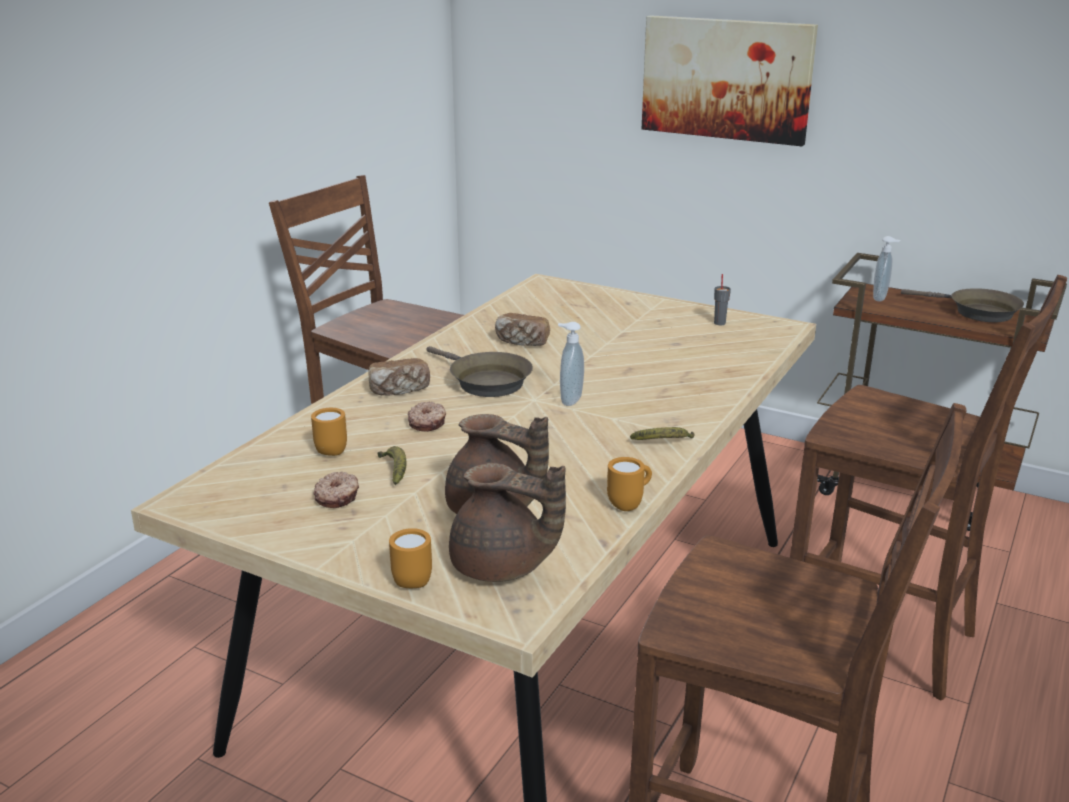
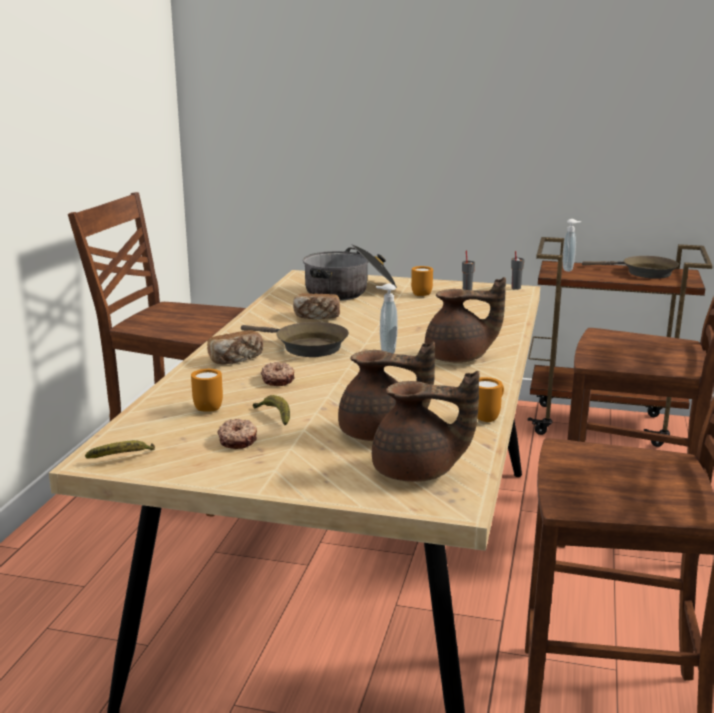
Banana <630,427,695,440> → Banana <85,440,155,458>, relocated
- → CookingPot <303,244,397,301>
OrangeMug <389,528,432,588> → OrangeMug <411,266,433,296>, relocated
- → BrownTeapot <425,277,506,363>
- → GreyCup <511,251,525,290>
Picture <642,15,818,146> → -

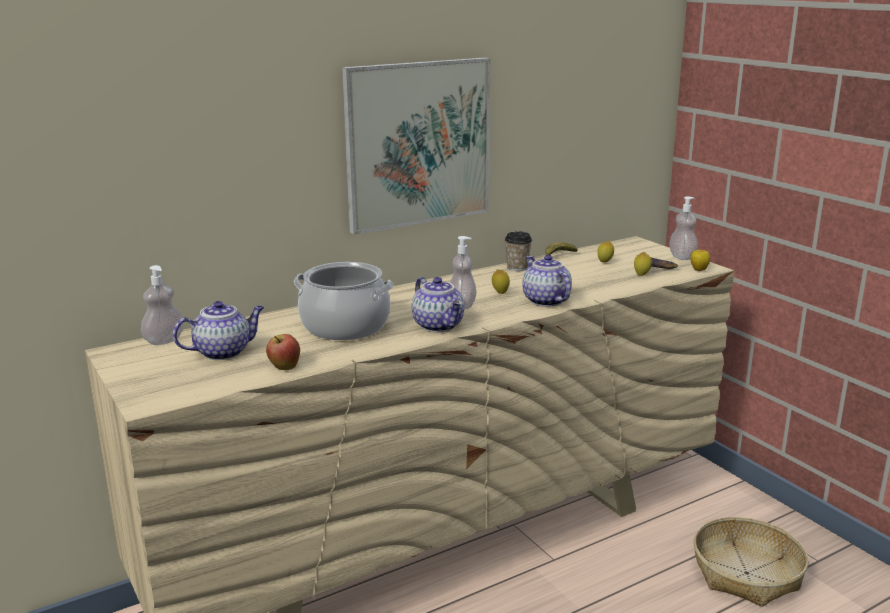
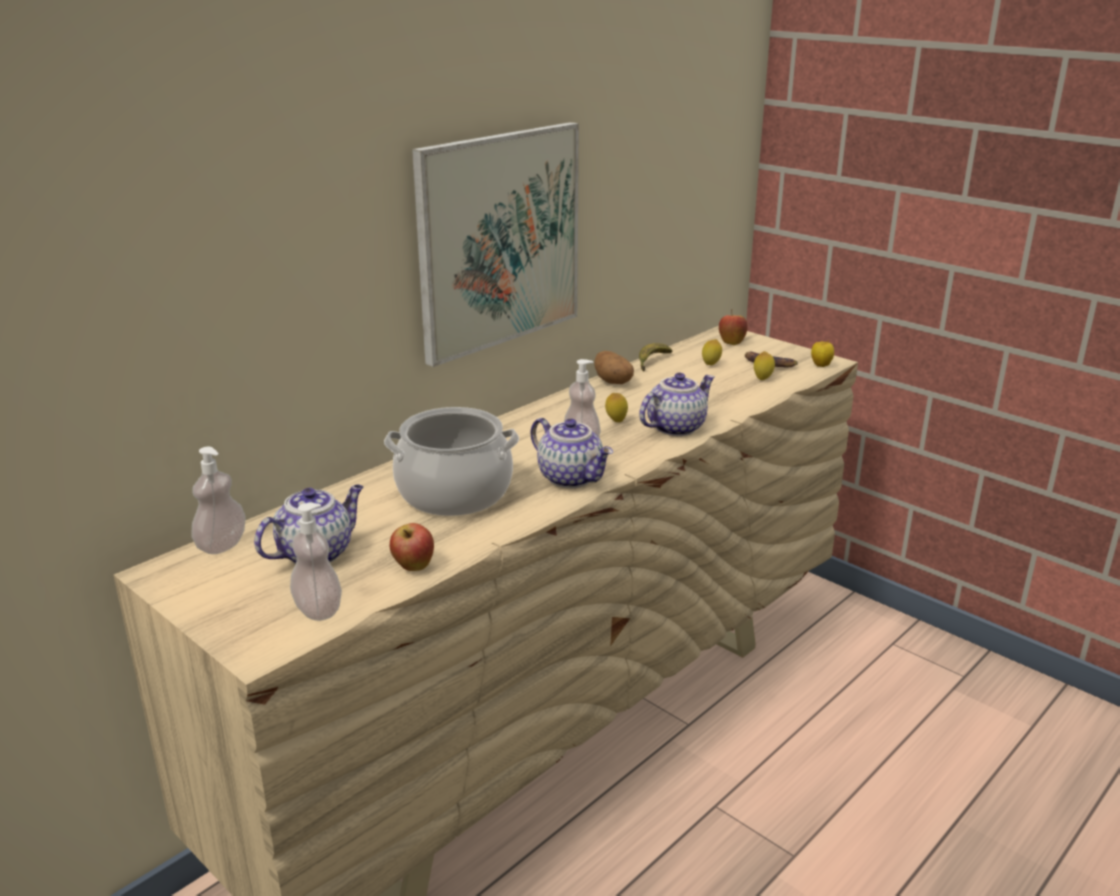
SoapDispenser <669,197,698,260> → SoapDispenser <290,503,342,621>, relocated
Cup <505,231,532,271> → Potato <594,351,634,384>
Teapot <522,255,572,307> → Teapot <639,373,715,436>, 90 degrees clockwise
- → Apple <719,309,748,345>
Basket <694,517,809,607> → -

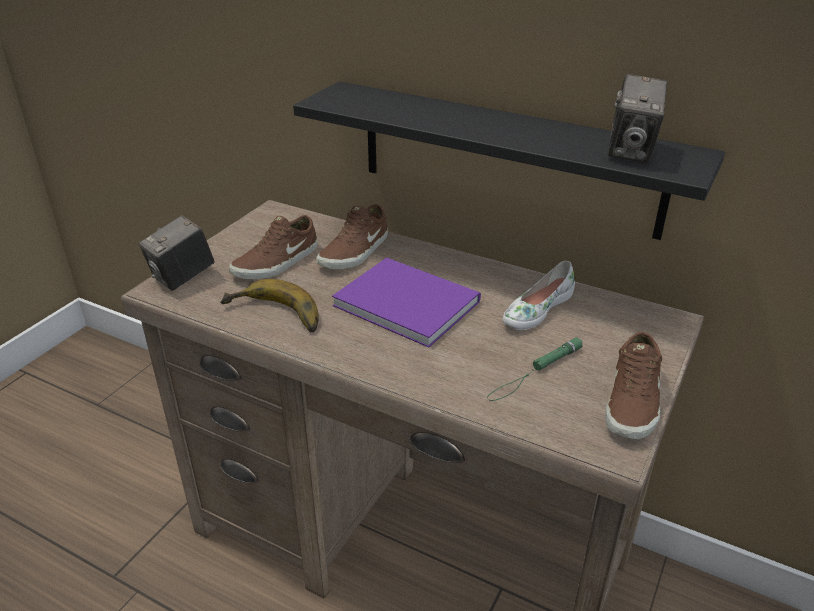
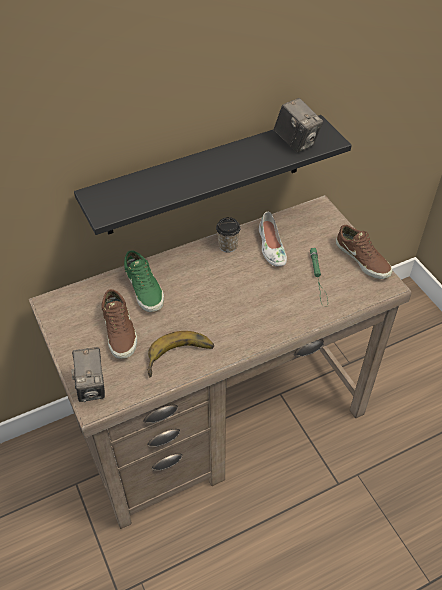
BrownShoe <316,204,388,269> → GreenShoe <124,250,164,312>
- → Cup <216,217,241,253>
PurpleBook <332,258,481,347> → -

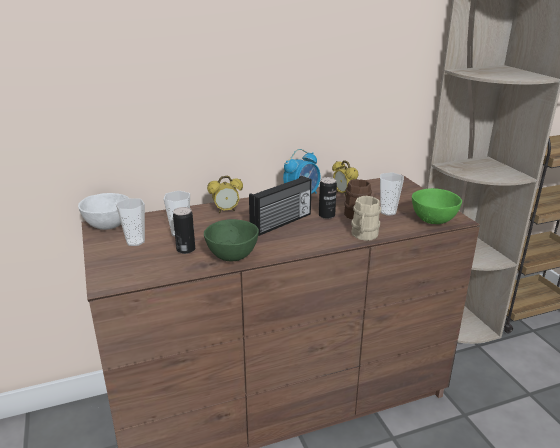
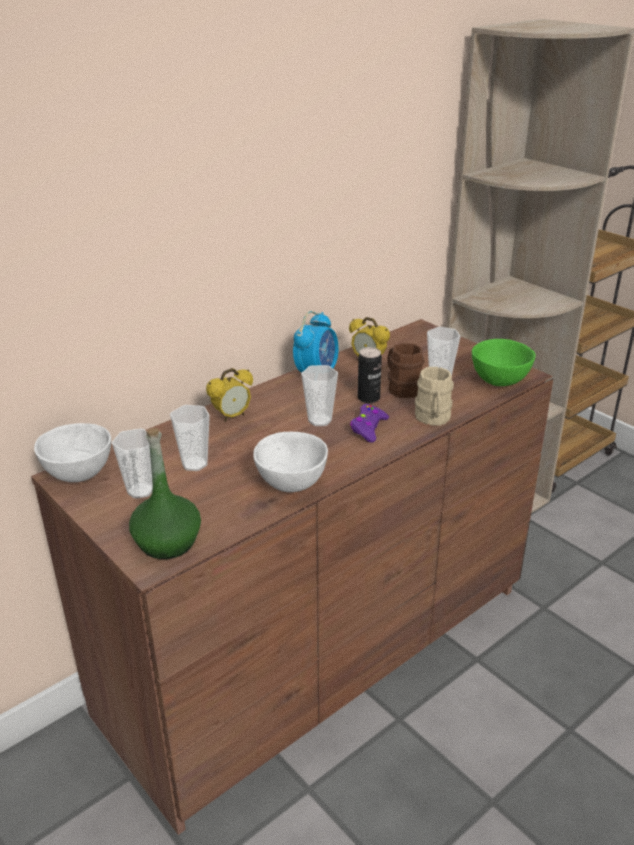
- → GreenBottle <129,428,201,559>
GreenBowl <204,219,259,261> → WhiteBowl <253,432,328,492>
Radio <249,176,312,236> → Cup <301,365,338,426>
- → PurpleGameController <350,404,389,443>
Can <173,207,195,254> → -

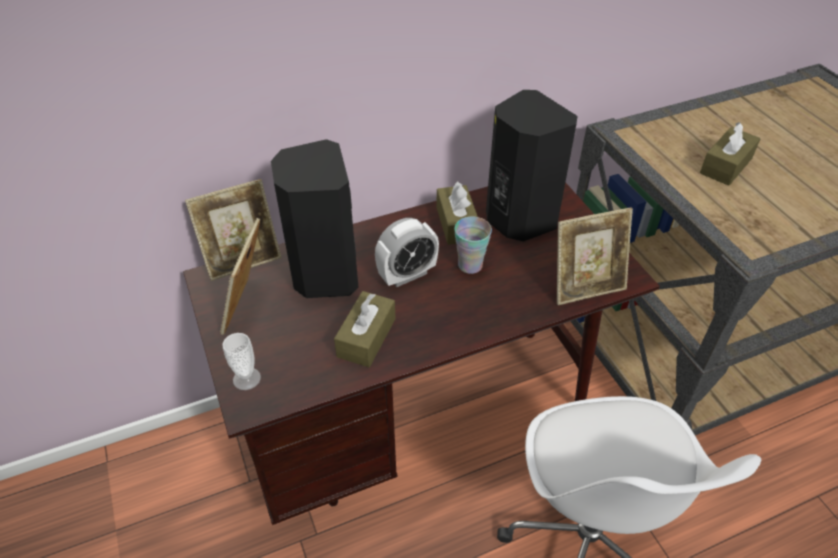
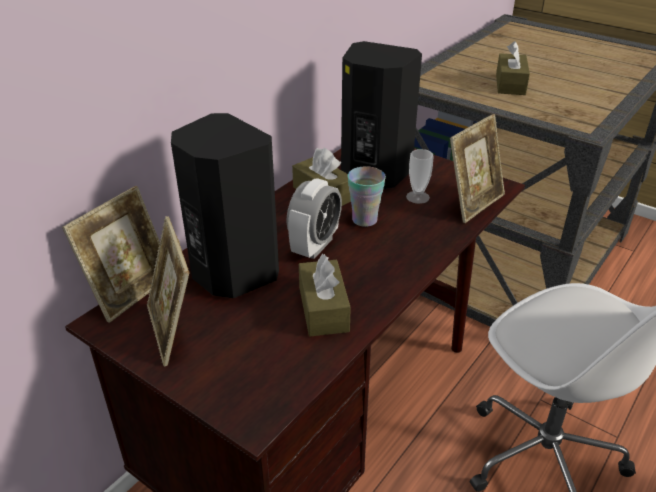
Cup <222,333,261,390> → Cup <406,149,433,204>, relocated

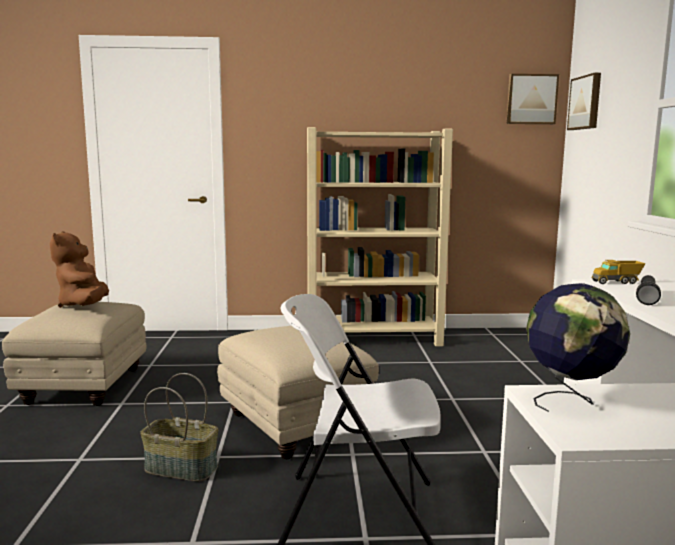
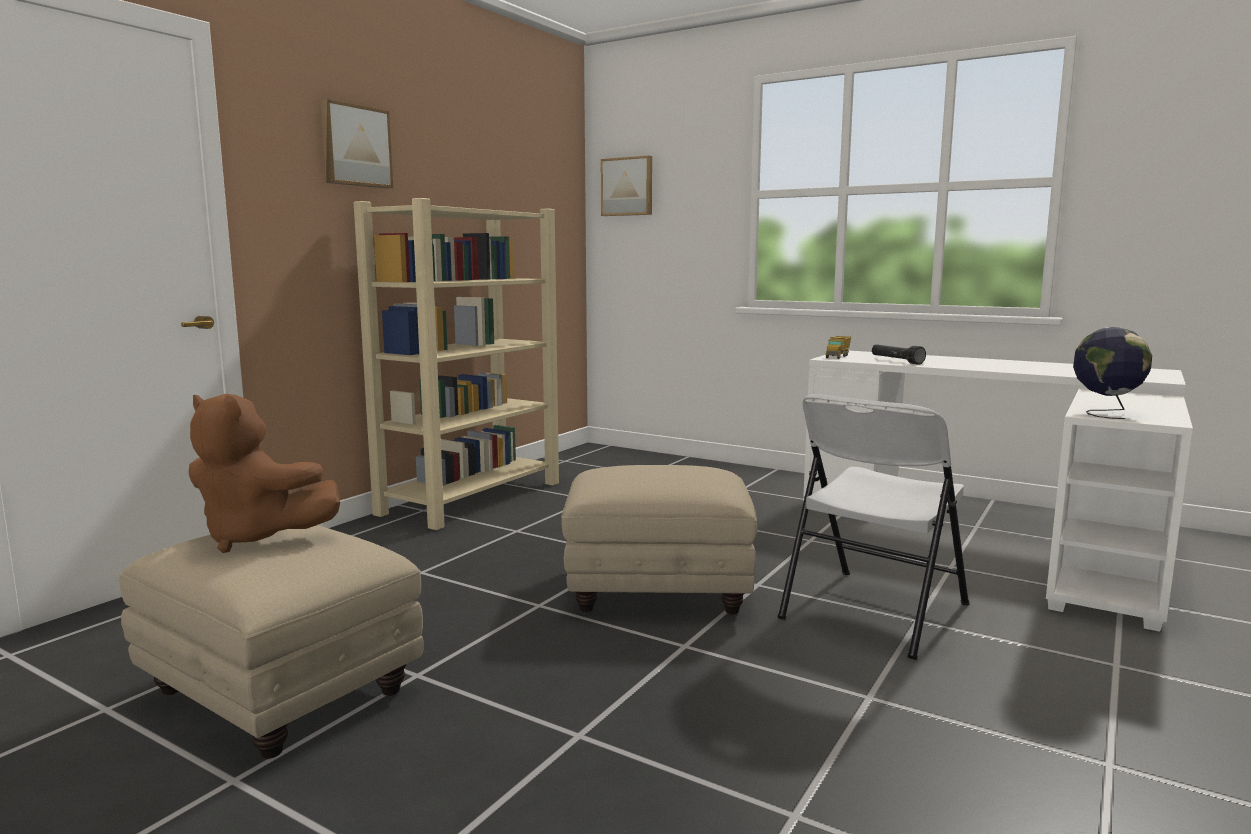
Picture <507,74,559,124> → Picture <321,99,393,188>, relocated
Basket <140,373,218,481> → -

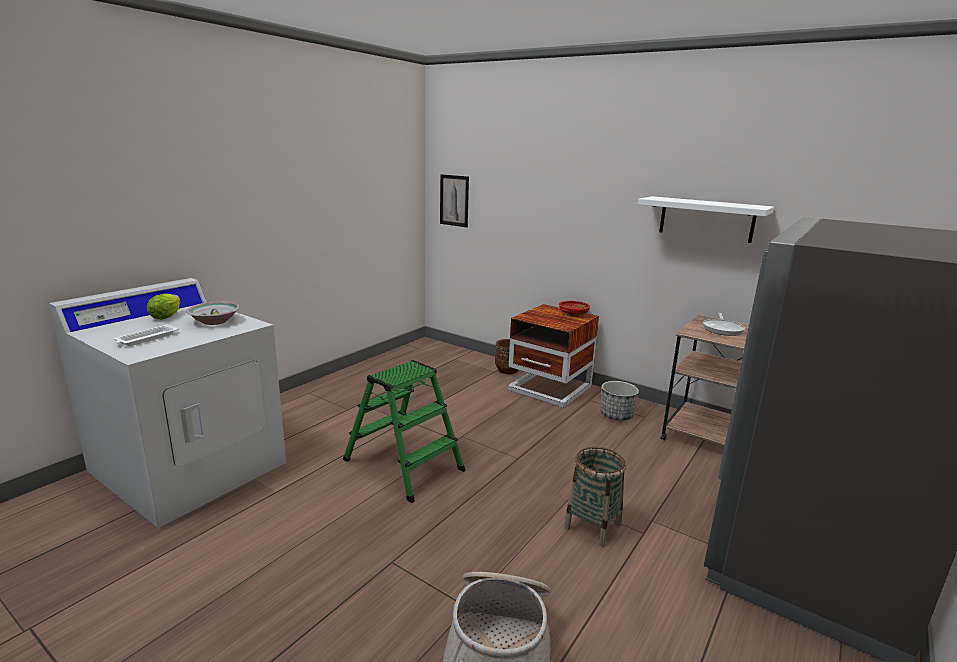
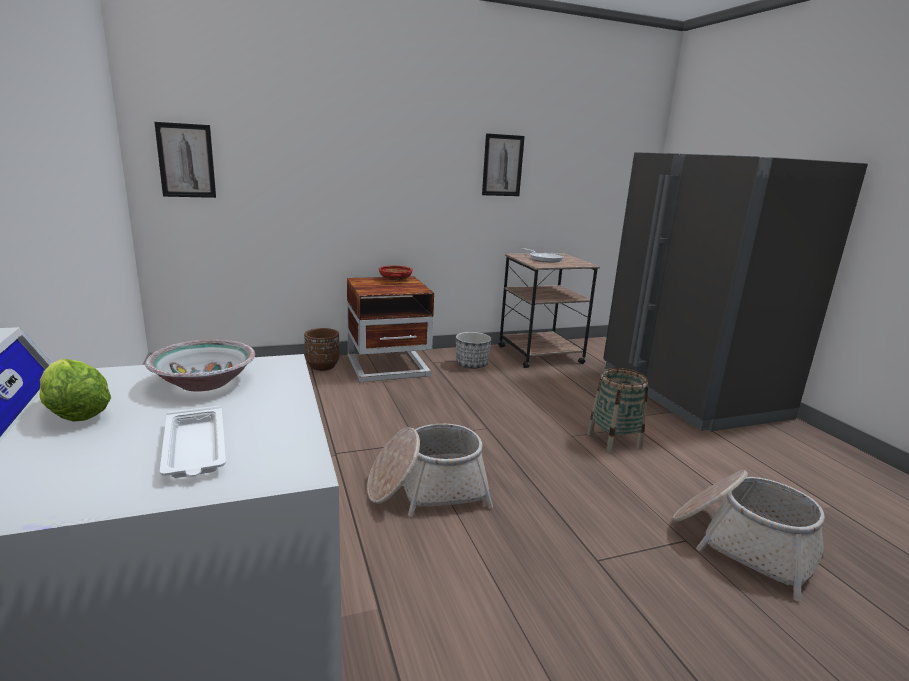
GreenStepLadder <343,360,466,503> → Basket <367,424,493,517>
WhiteShelf <638,196,774,243> → Picture <482,133,525,196>

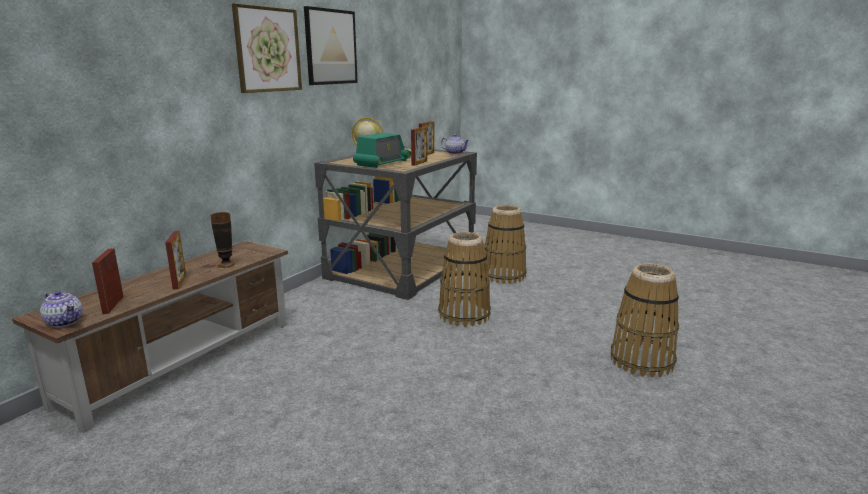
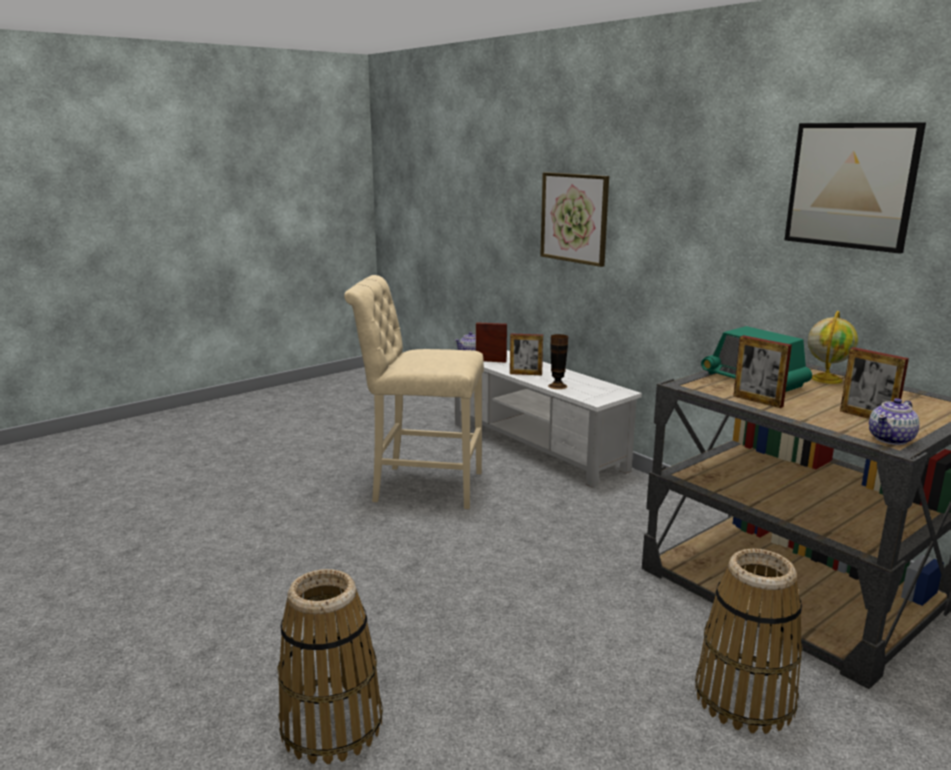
- → BeigeStool <344,275,484,509>
BrownTvStand <12,241,288,433> → WhiteTvStand <455,350,642,487>
Picture <232,3,302,93> → Picture <540,172,609,267>, relocated
Basket <438,232,491,327> → -

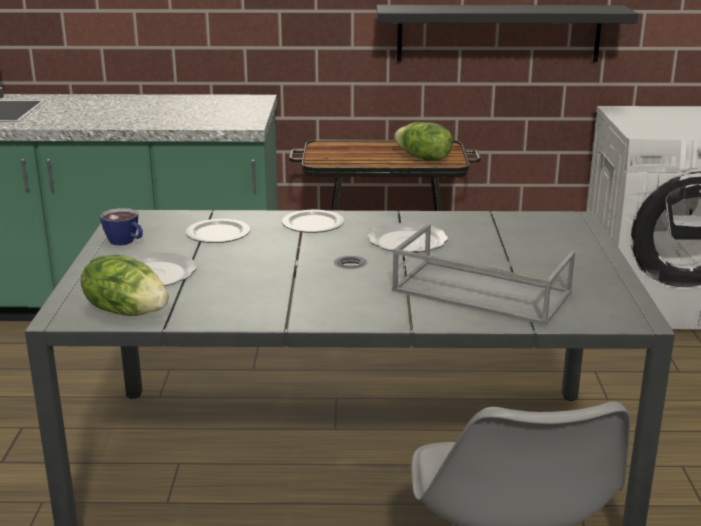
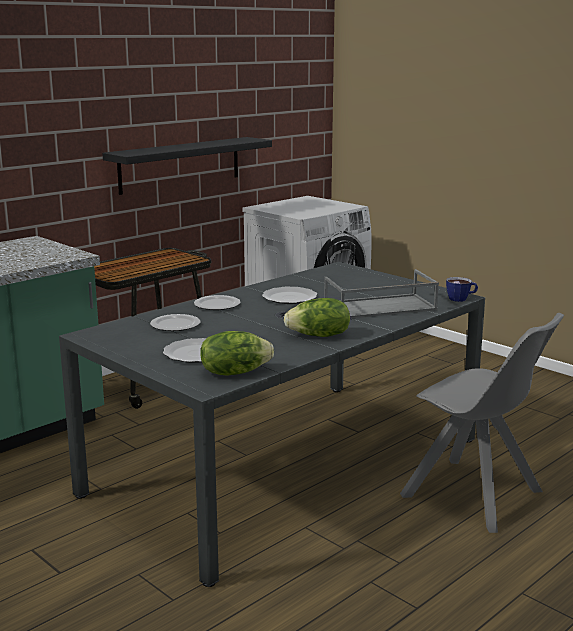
Lettuce <394,122,453,160> → Lettuce <284,298,350,337>, relocated
Cup <100,208,143,245> → Cup <446,277,478,302>, relocated

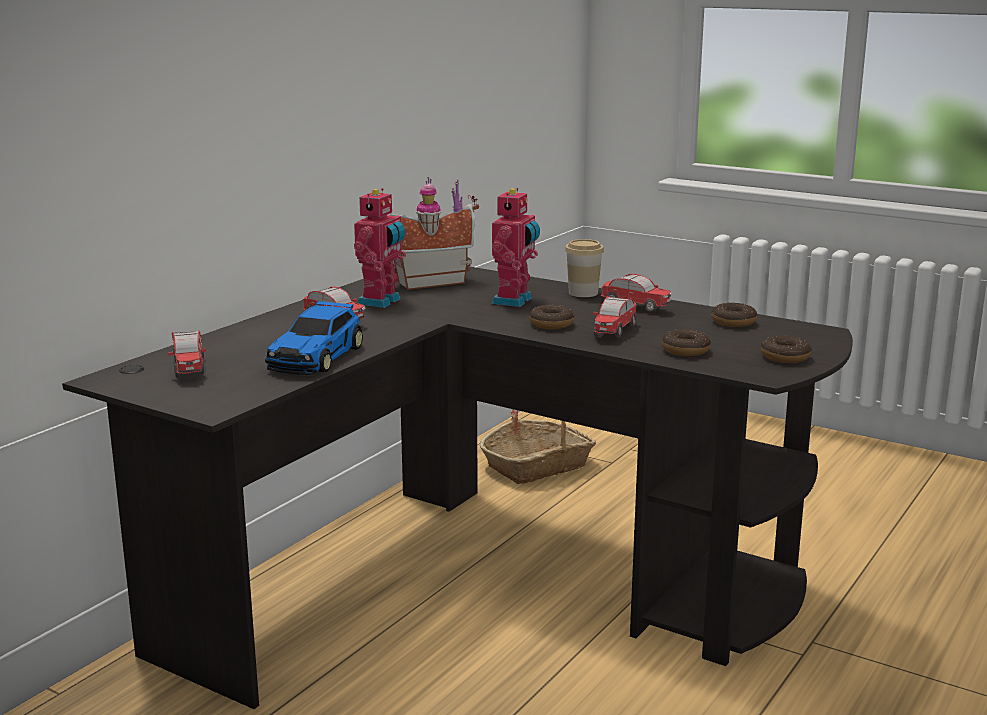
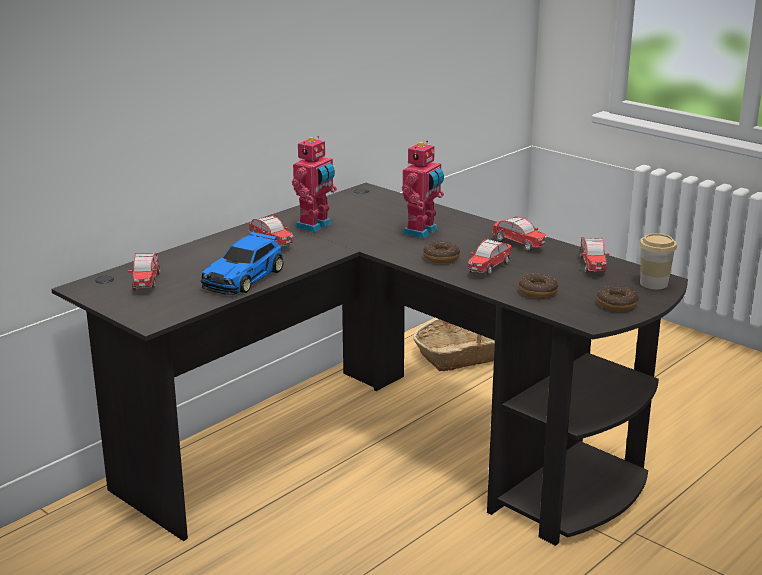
Donut <711,303,757,327> → ToyCar <580,237,609,273>
Cup <565,239,604,297> → Cup <639,234,677,289>, relocated
ToyHouse <388,177,479,290> → -

